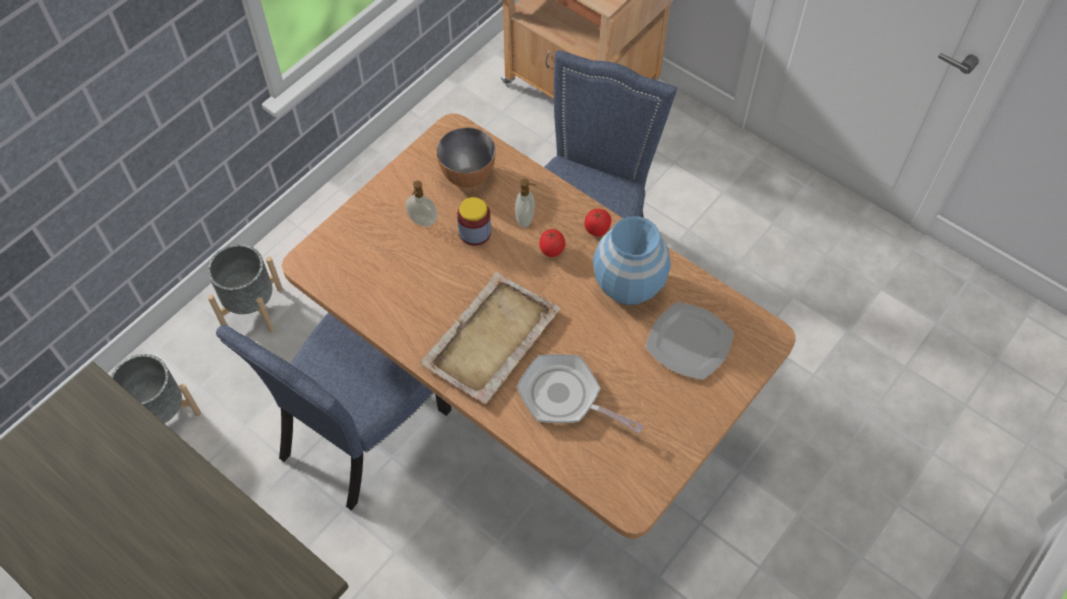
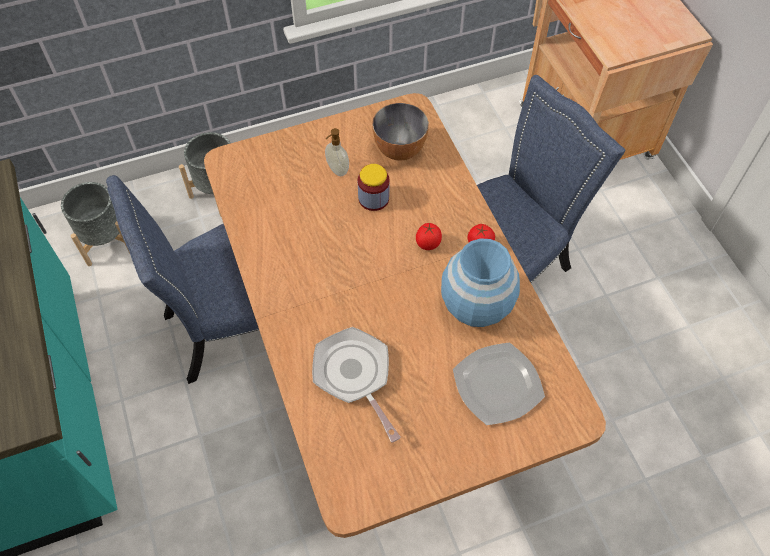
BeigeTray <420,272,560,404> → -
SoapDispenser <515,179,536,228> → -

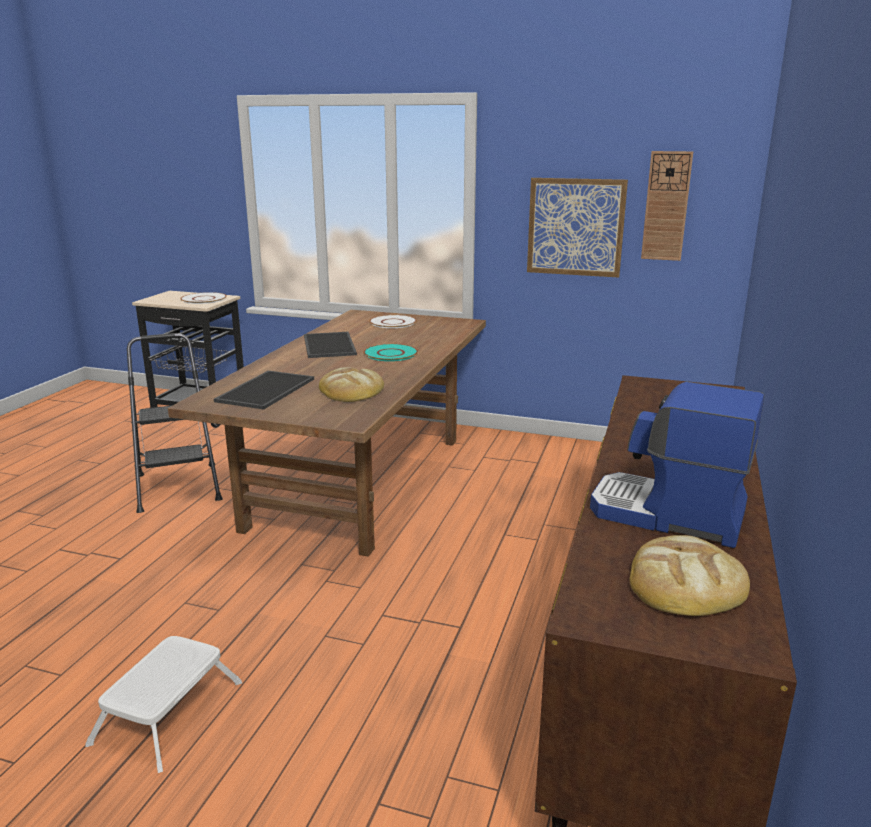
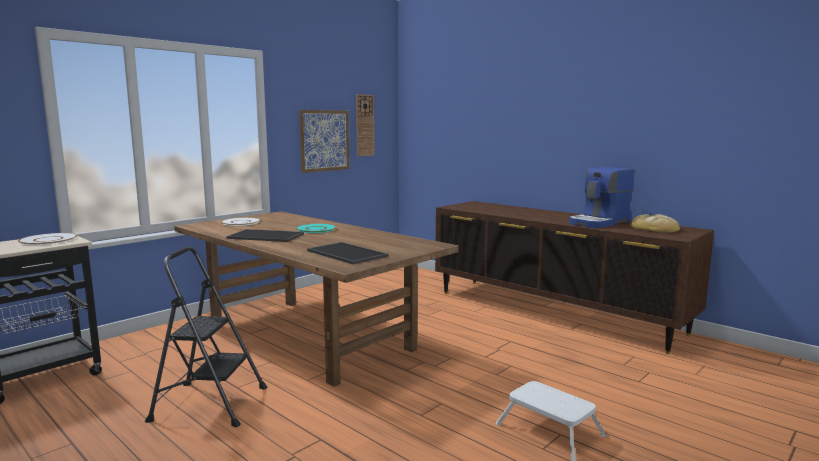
Bread <319,367,384,402> → -

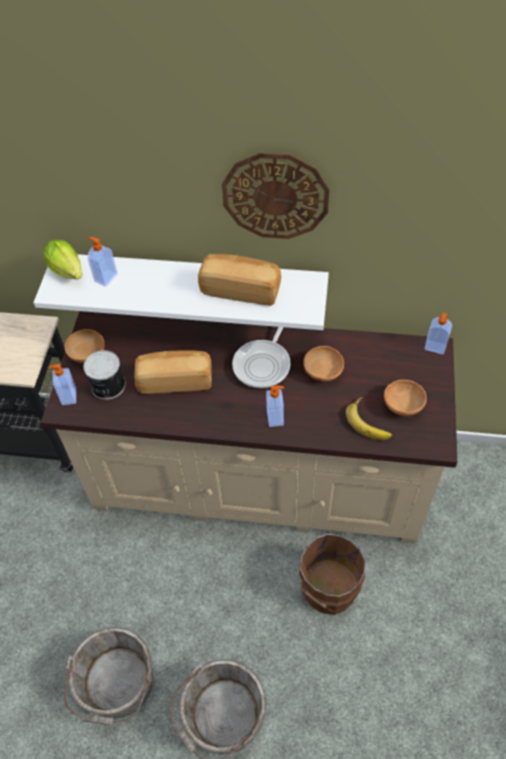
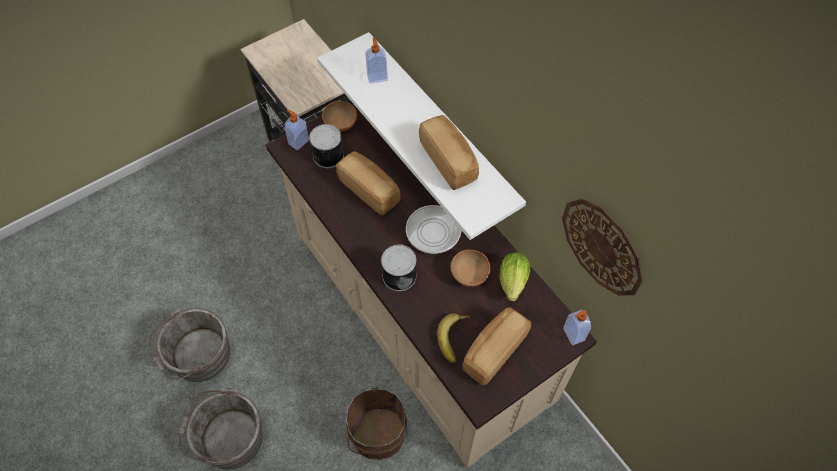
SoapDispenser <266,386,284,427> → Can <381,245,416,291>
BrownBowl <384,380,427,416> → Bread <463,307,531,386>
Lettuce <44,240,82,279> → Lettuce <500,252,530,302>, relocated
WallClock <222,153,329,239> → WallClock <562,199,643,296>, relocated

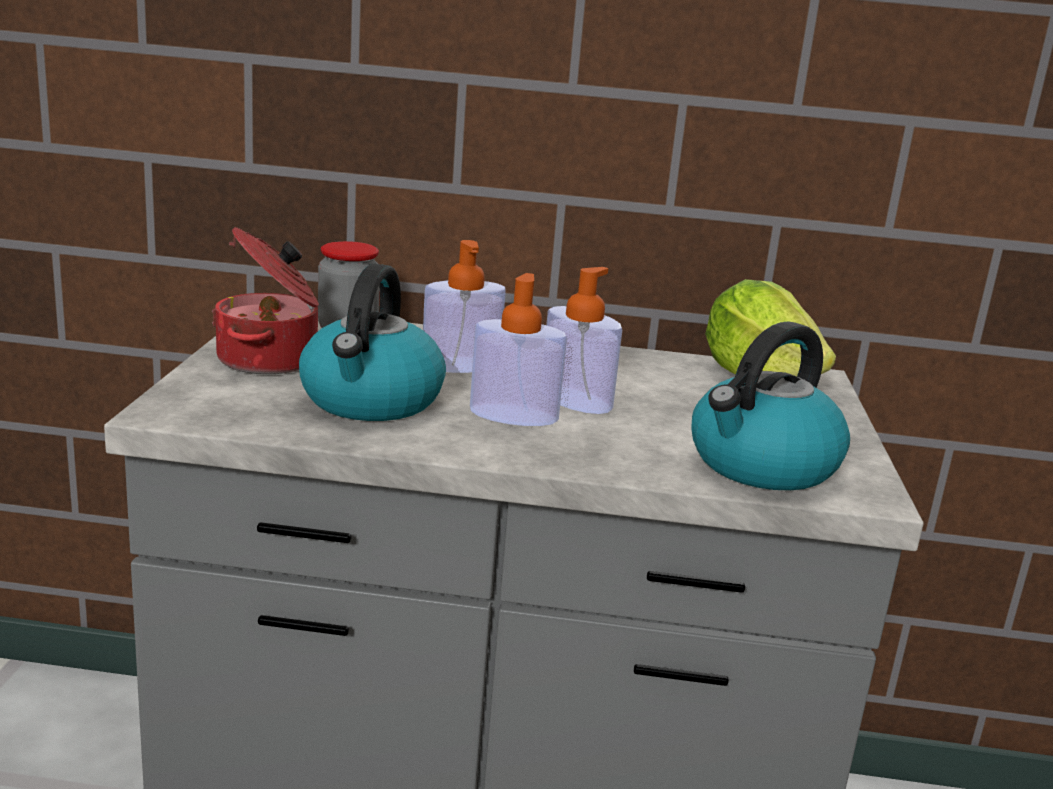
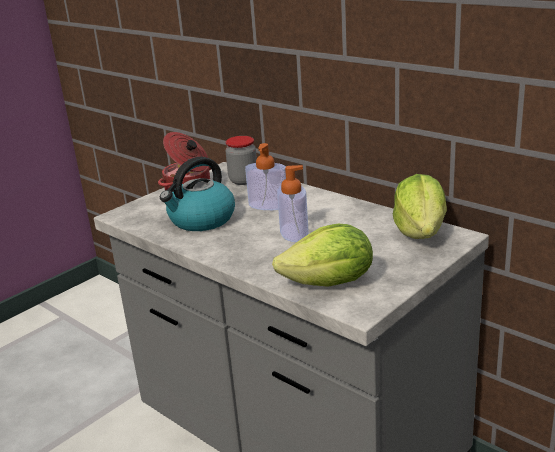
Kettle <691,321,850,491> → Lettuce <272,224,373,287>
SoapDispenser <470,273,567,426> → -

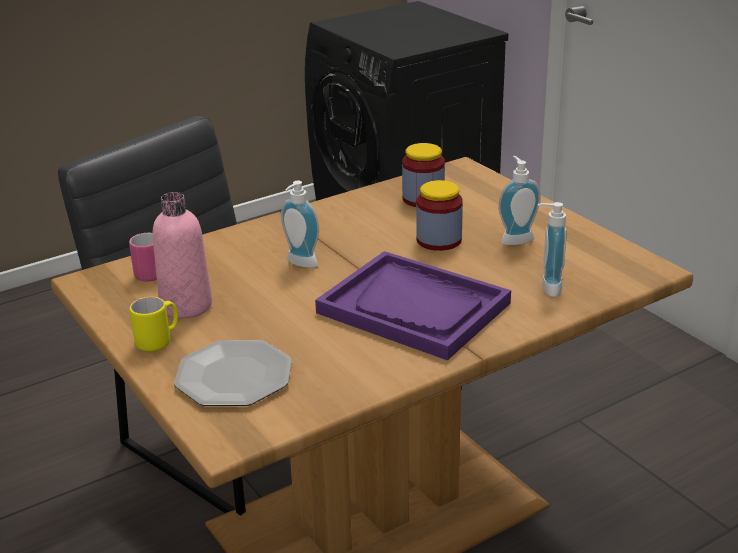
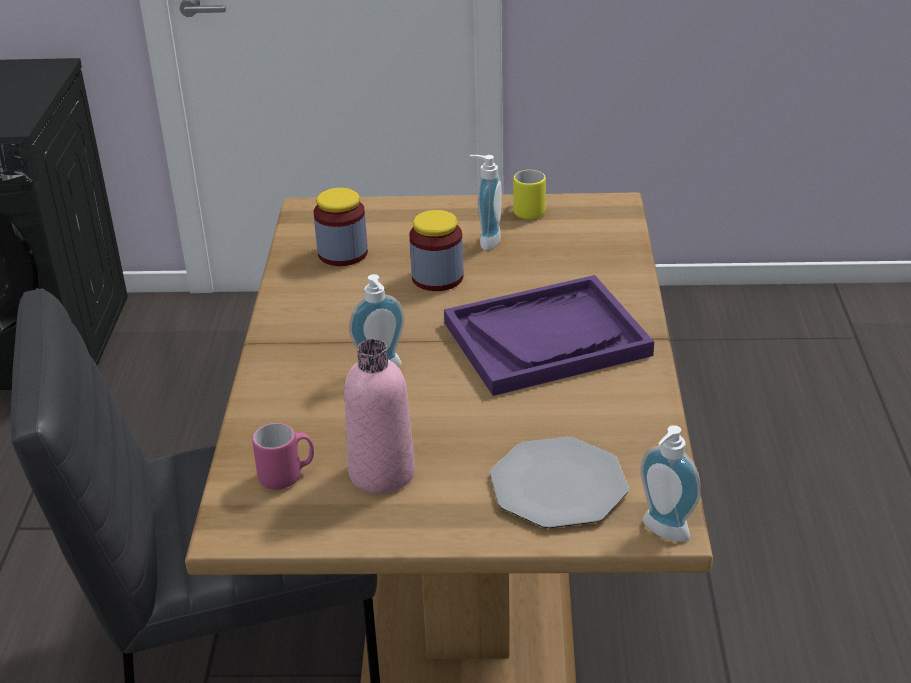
YellowMug <130,297,178,352> → YellowMug <513,170,546,219>, relocated
SoapDispenser <538,202,567,297> → SoapDispenser <640,425,701,542>, relocated

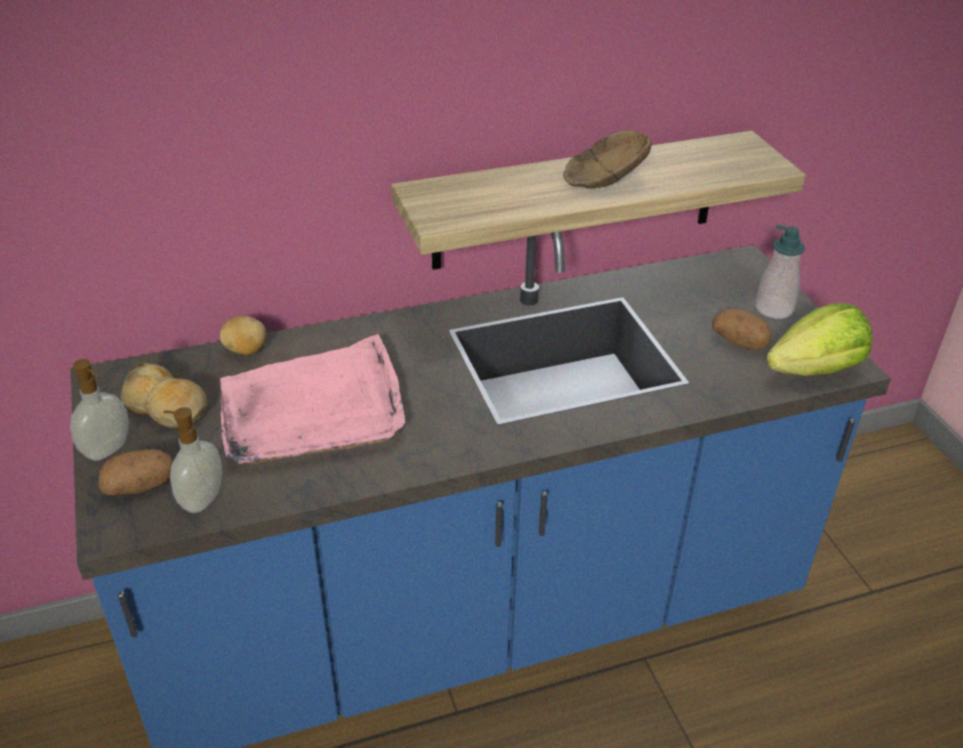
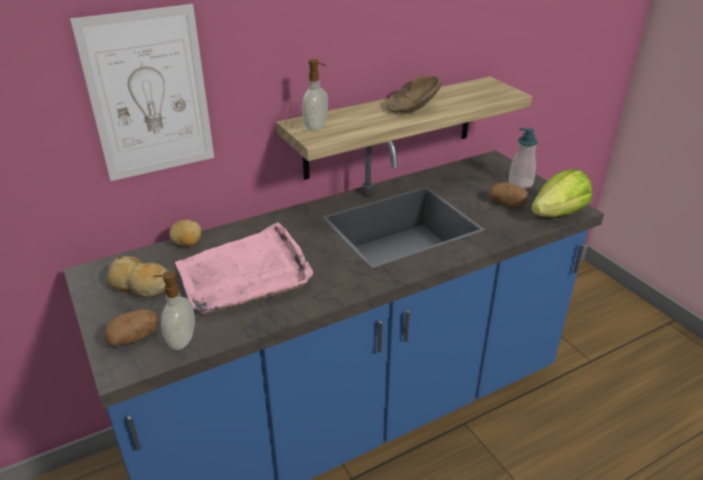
- → Picture <70,4,214,181>
SoapDispenser <70,359,129,461> → SoapDispenser <302,59,328,131>, relocated

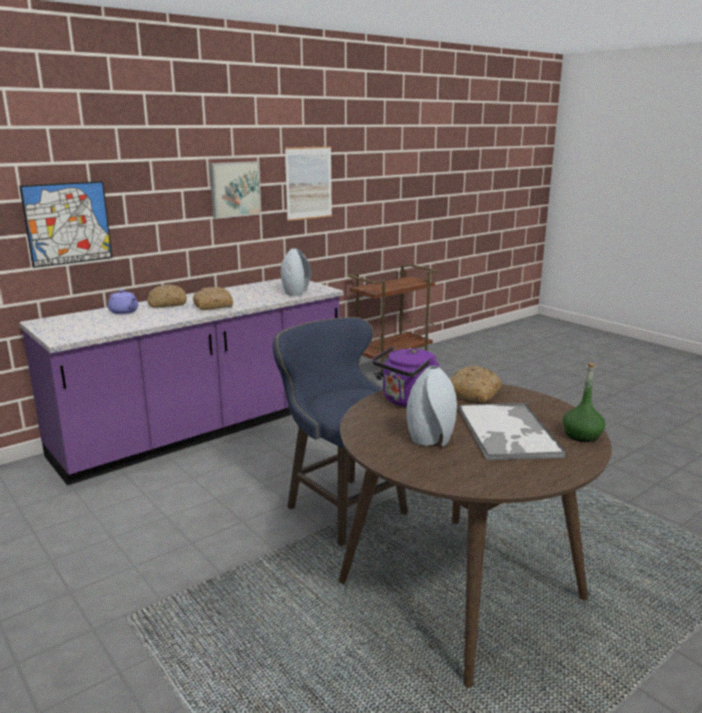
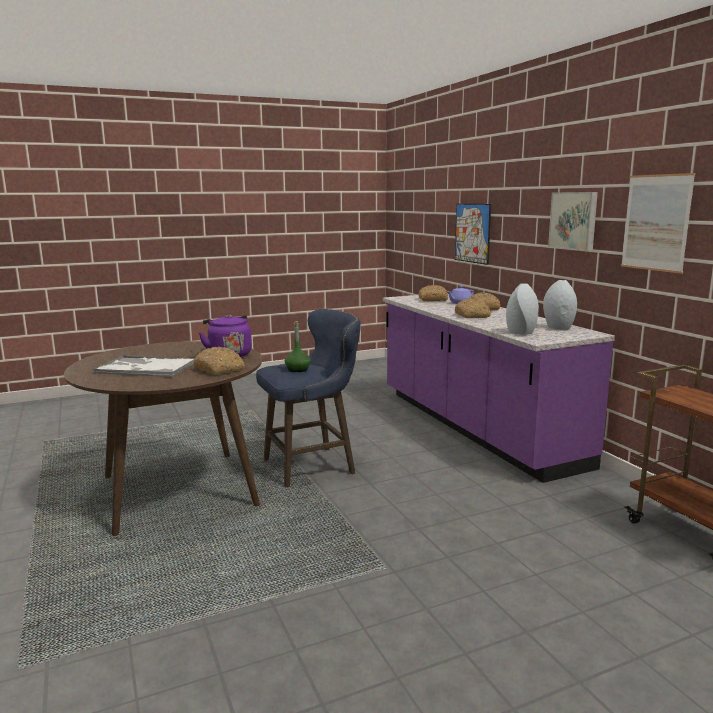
GreenBottle <563,363,605,442> → GreenBottle <285,321,311,372>, relocated
- → Bread <419,285,448,301>
GreyVase <407,366,457,447> → GreyVase <543,280,577,329>, relocated

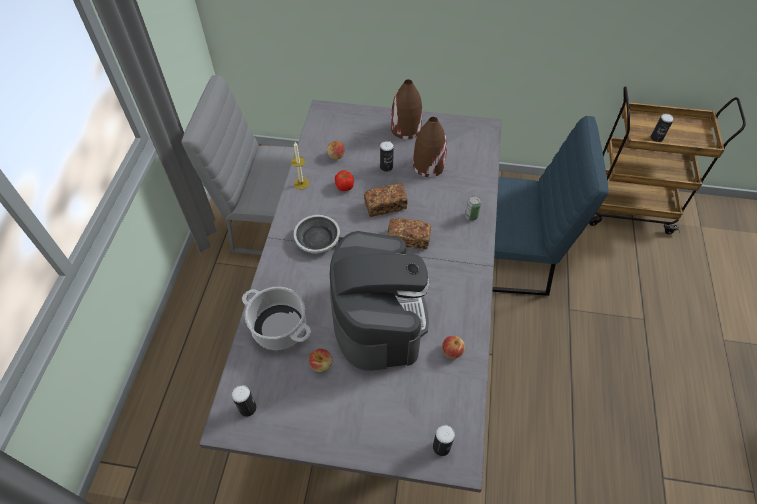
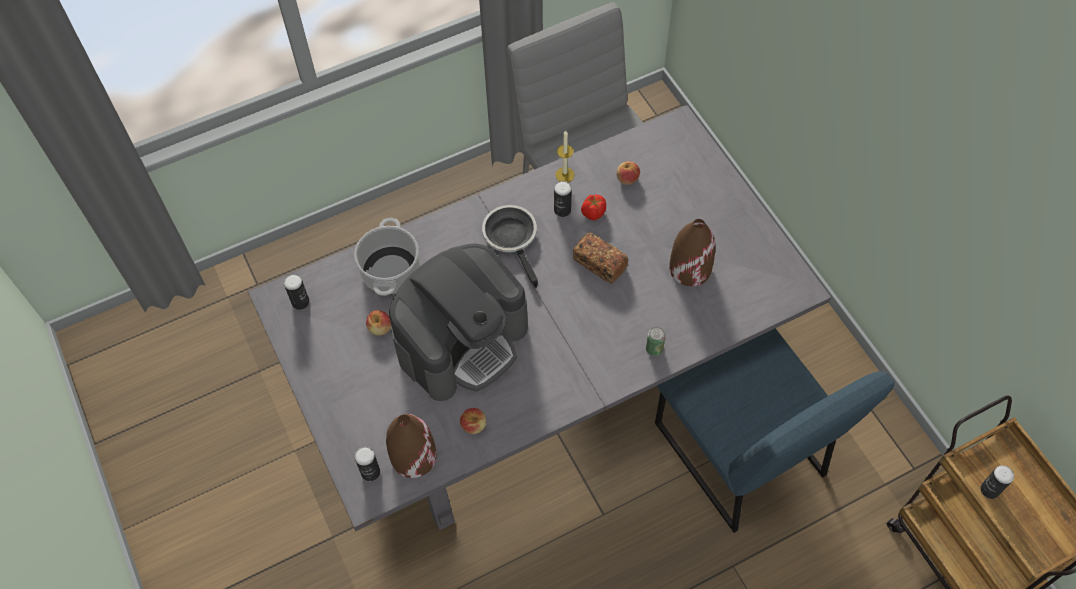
BrownVase <391,79,422,139> → BrownVase <386,414,437,478>, relocated
Can <380,141,394,172> → Can <554,181,572,217>, relocated
Bread <387,218,431,249> → -

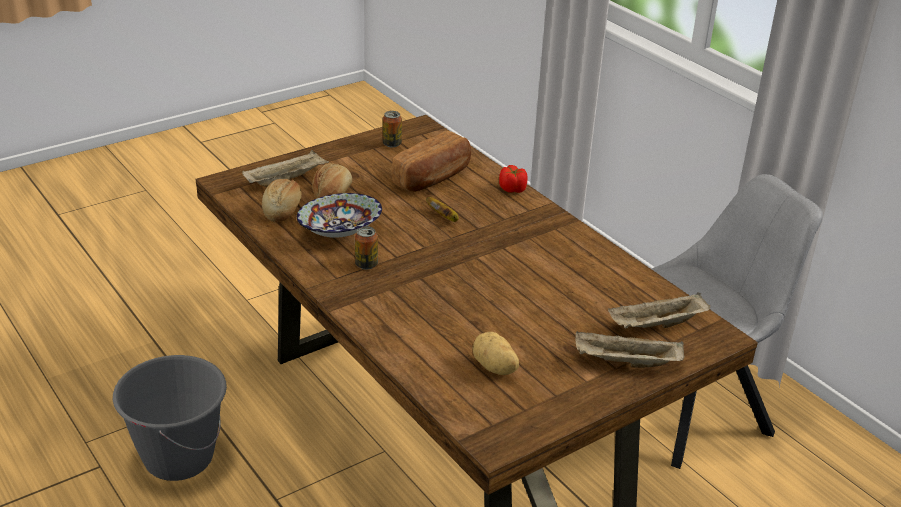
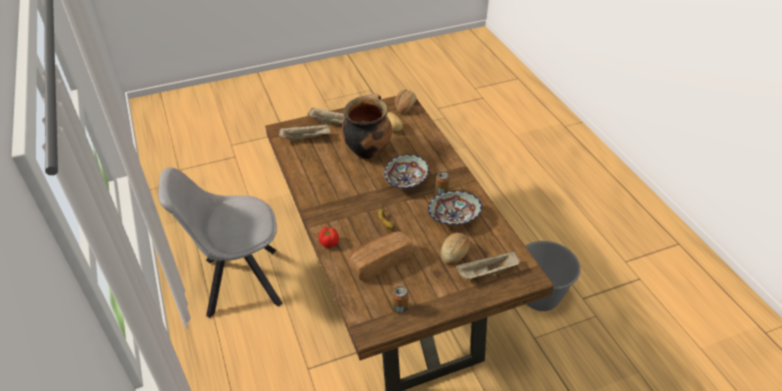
- → CookingPot <342,93,392,159>
- → Bowl <384,154,429,189>
Bread <262,179,302,222> → Bread <395,90,416,114>, relocated

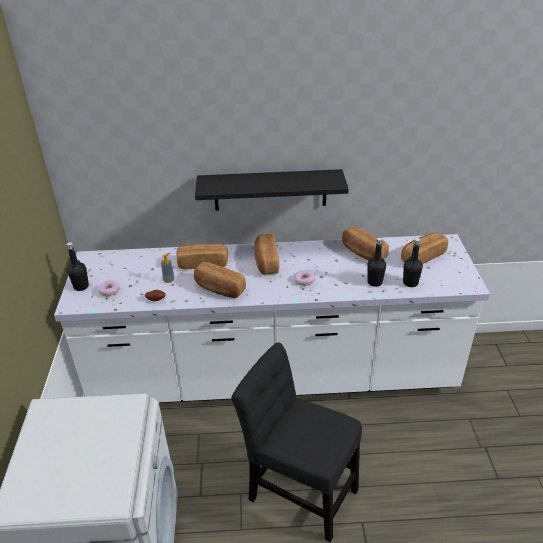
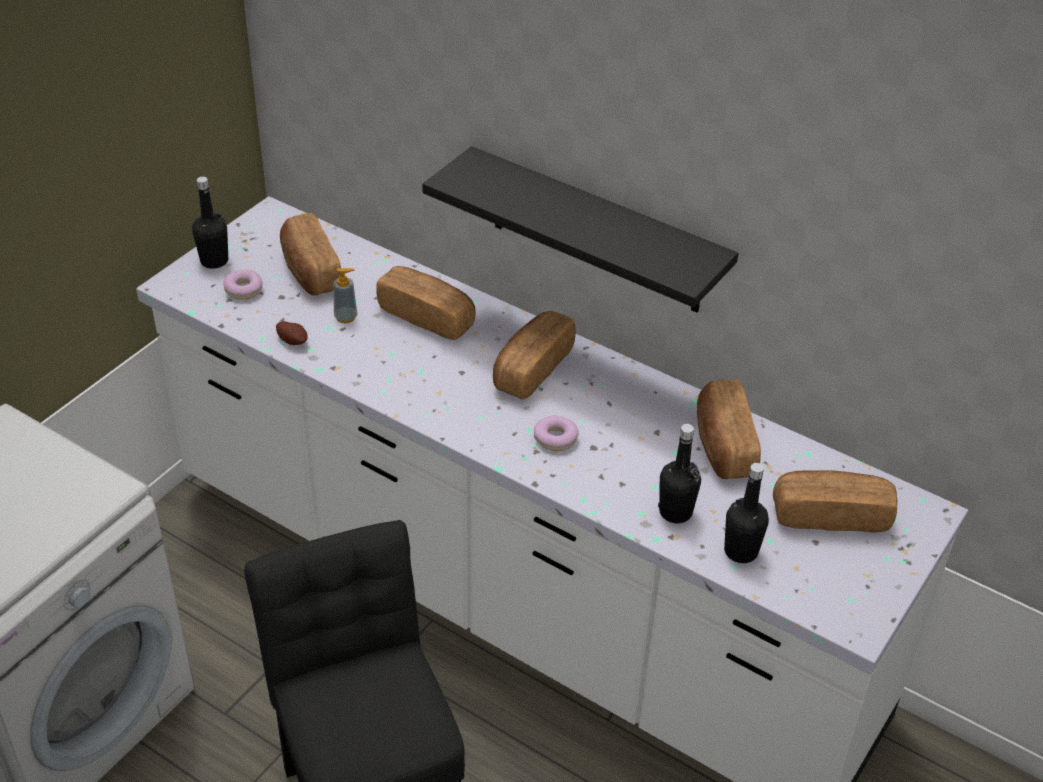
Bread <194,262,246,298> → Bread <280,213,341,296>, relocated

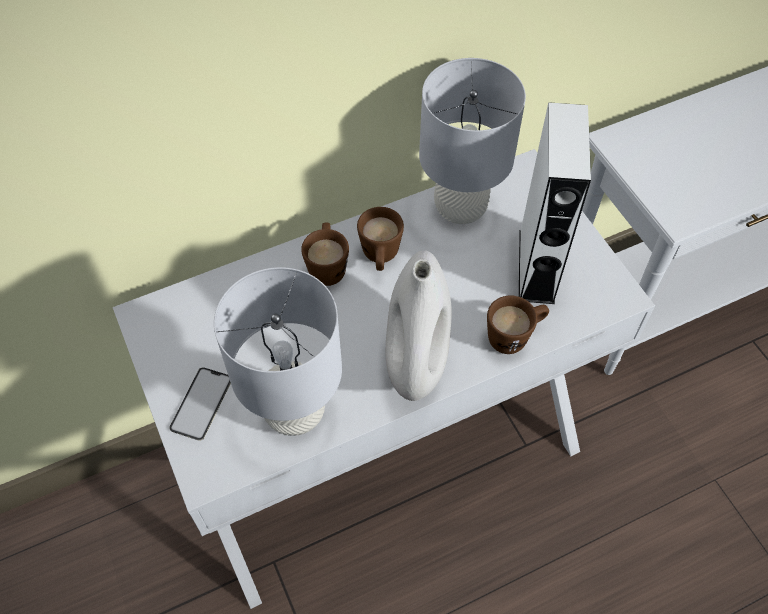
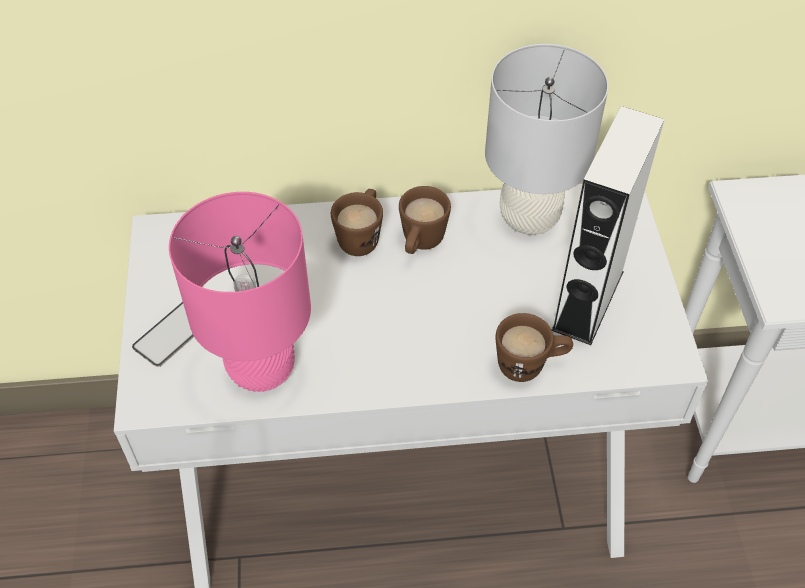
GreyTableLamp <214,267,342,436> → PinkTableLamp <169,192,311,392>
WhiteVase <386,250,452,401> → -

